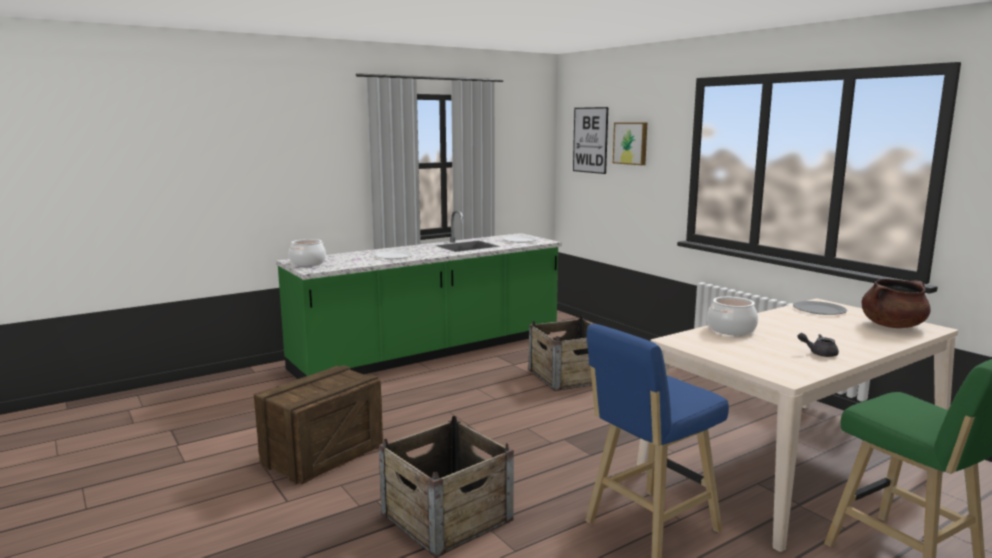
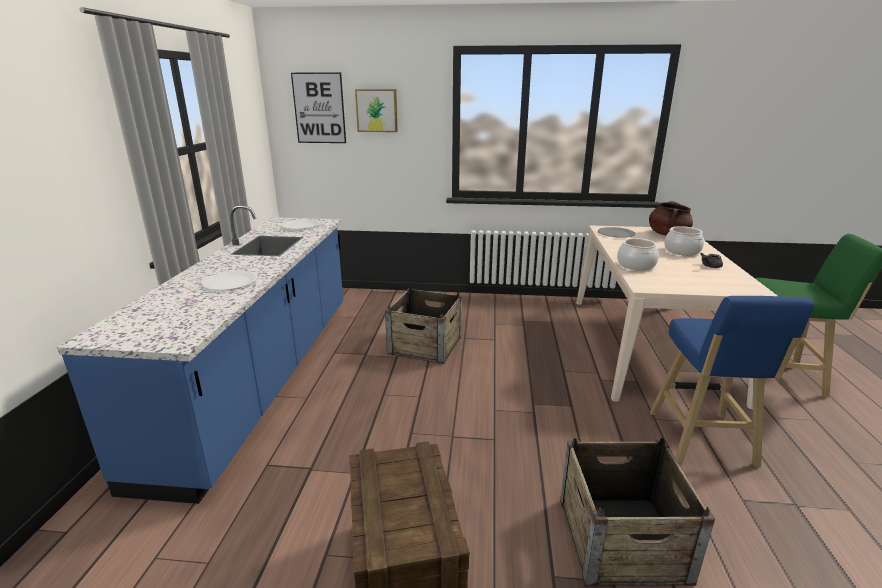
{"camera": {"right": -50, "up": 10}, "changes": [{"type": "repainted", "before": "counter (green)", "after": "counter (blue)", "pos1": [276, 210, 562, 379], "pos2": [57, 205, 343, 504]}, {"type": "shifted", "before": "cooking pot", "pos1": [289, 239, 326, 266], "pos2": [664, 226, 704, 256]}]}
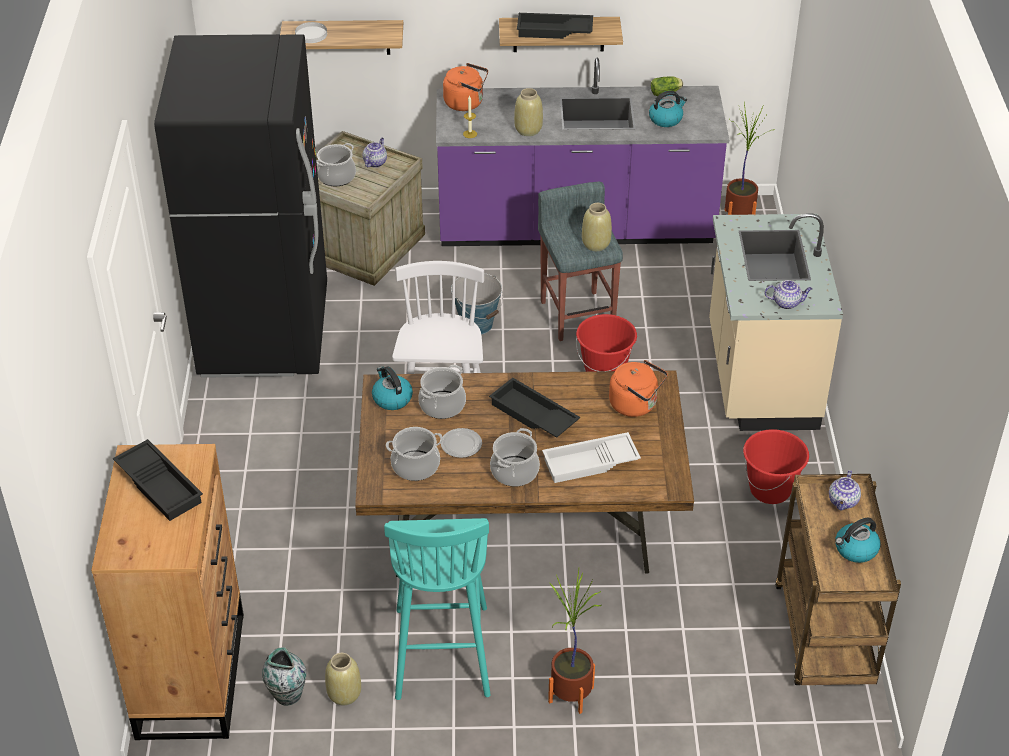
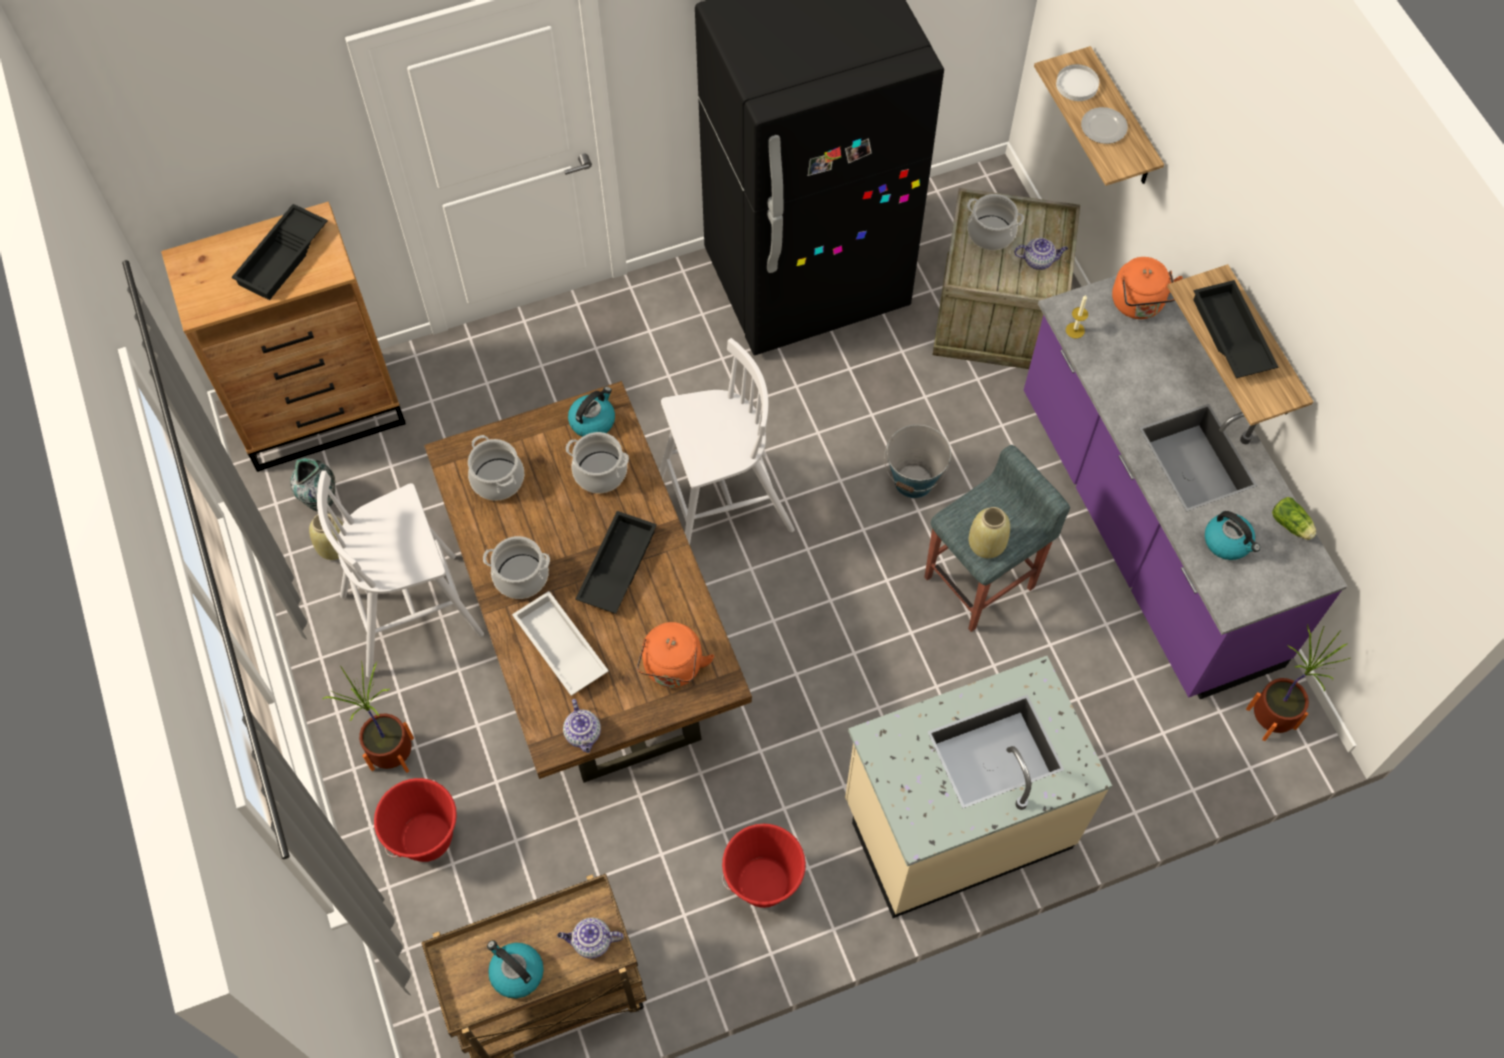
{"camera": {"right": 70, "up": 20}, "changes": [{"type": "repainted", "before": "stool (turquoise)", "after": "stool (white)", "pos1": [384, 518, 491, 700], "pos2": [317, 471, 484, 678]}, {"type": "shifted", "before": "plate", "pos1": [441, 428, 482, 458], "pos2": [1081, 107, 1128, 144]}, {"type": "gone", "before": "vase (beige)", "pos1": [514, 88, 543, 136]}, {"type": "shifted", "before": "bucket (red)", "pos1": [576, 314, 637, 372], "pos2": [374, 778, 457, 862]}, {"type": "shifted", "before": "teapot", "pos1": [764, 280, 813, 309], "pos2": [563, 699, 601, 753]}]}
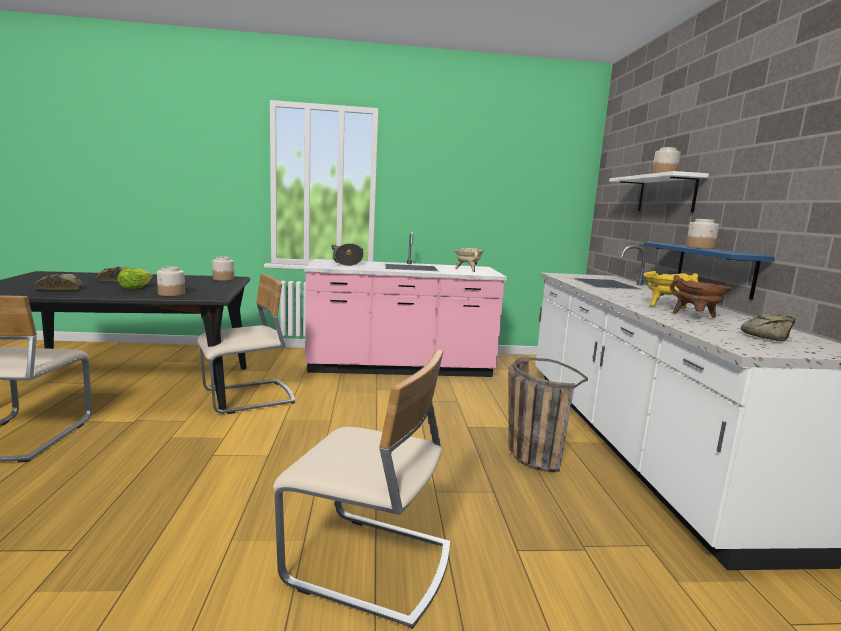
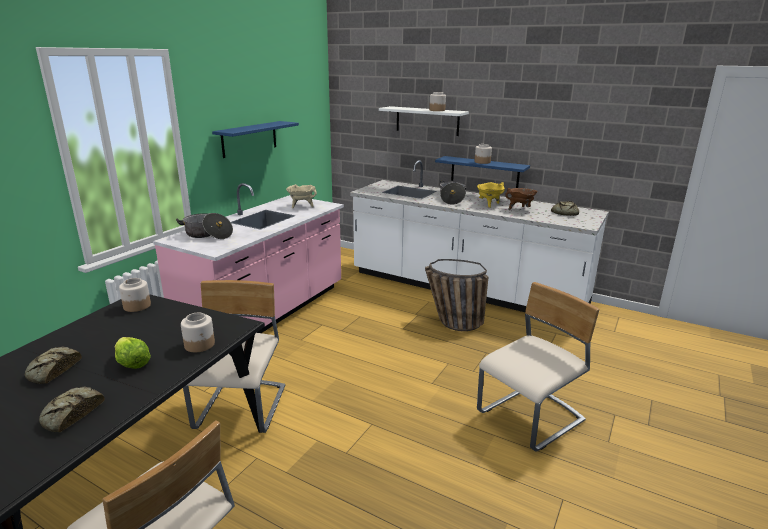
{"camera": {"right": -55, "up": 10}, "changes": [{"type": "new", "after": "shelf (blue)", "pos2": [212, 121, 299, 158]}, {"type": "new", "after": "cooking pot", "pos2": [440, 181, 466, 205]}]}
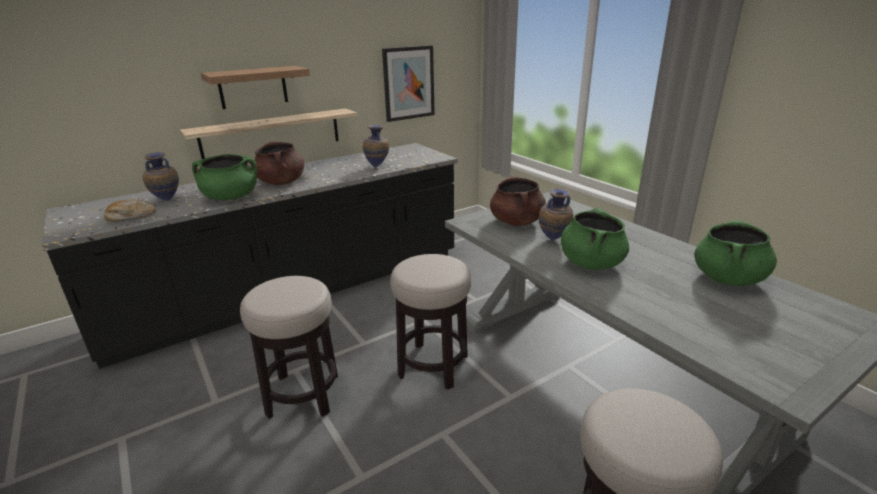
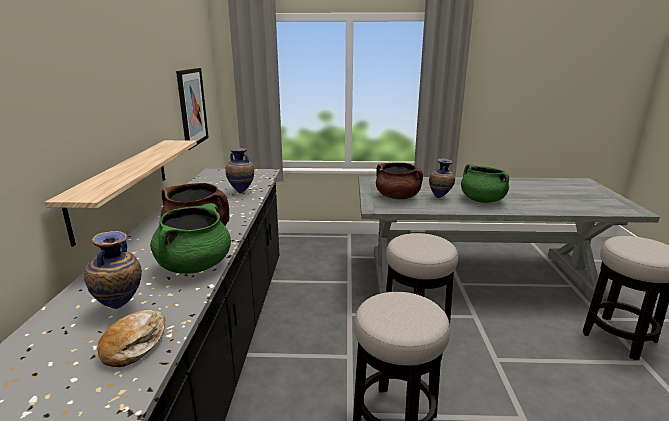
{"camera": {"right": -55, "up": -5}, "changes": [{"type": "gone", "before": "shelf", "pos1": [201, 66, 310, 109]}, {"type": "gone", "before": "cooking pot (green)", "pos1": [694, 220, 777, 286]}]}
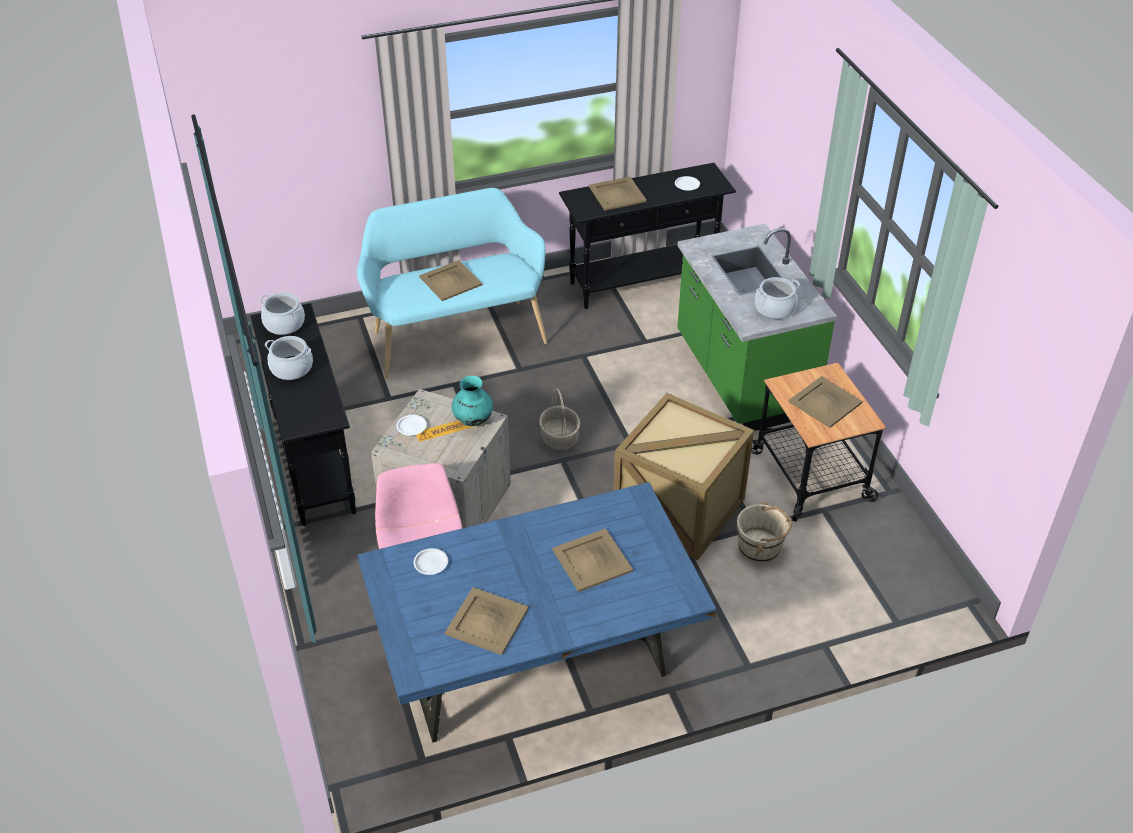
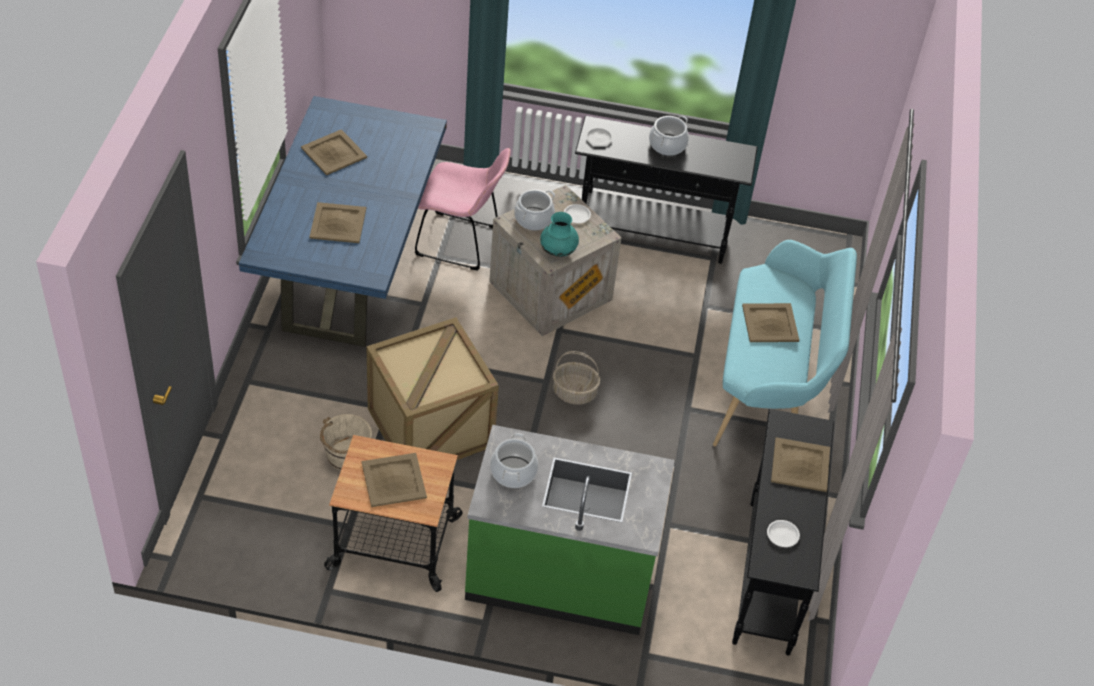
{"camera": {"right": 115, "up": 5}, "changes": [{"type": "shifted", "before": "cooking pot", "pos1": [259, 293, 305, 335], "pos2": [514, 190, 555, 230]}, {"type": "shifted", "before": "plate (white)", "pos1": [414, 548, 448, 575], "pos2": [586, 128, 613, 146]}]}
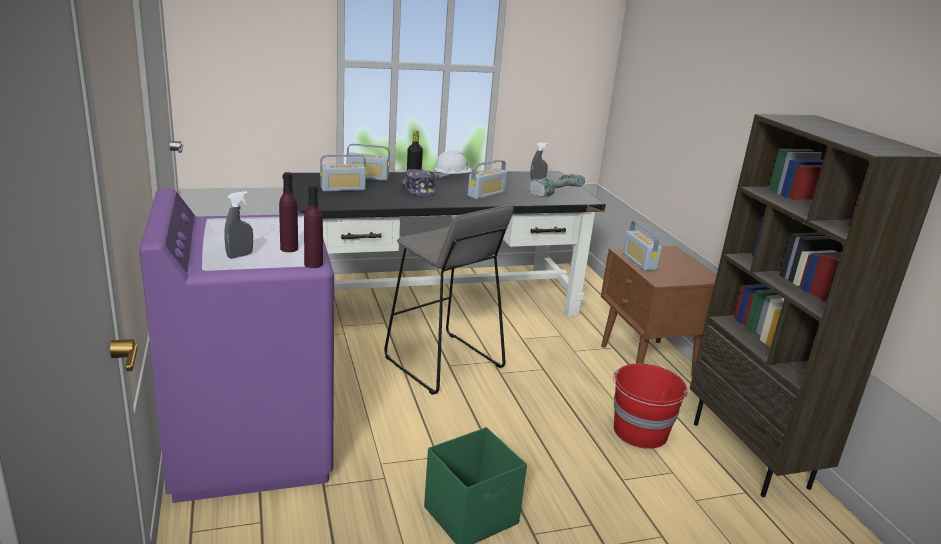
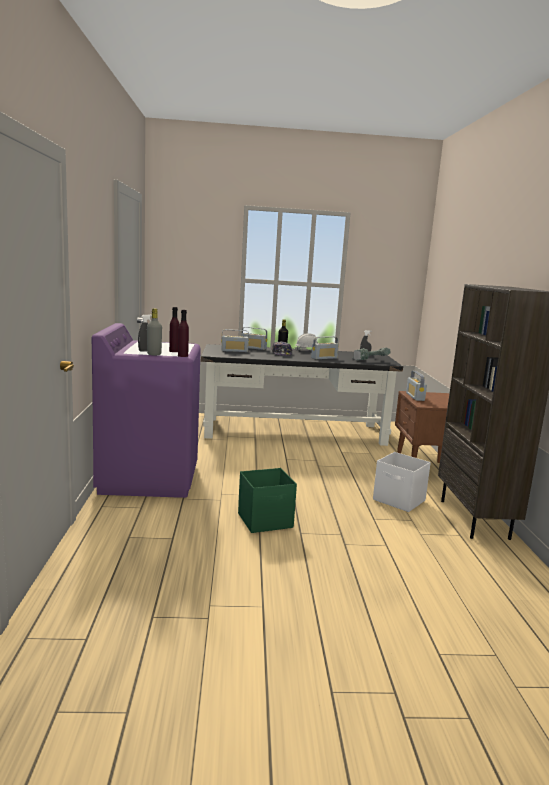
{"camera": {"right": 15, "up": -10}, "changes": [{"type": "gone", "before": "stool (grey)", "pos1": [384, 205, 514, 395]}, {"type": "swapped", "before": "bucket (red)", "after": "storage box (white)", "pos1": [613, 363, 688, 449], "pos2": [373, 452, 431, 512]}, {"type": "new", "after": "bottle (grey)", "pos2": [147, 308, 162, 356]}]}
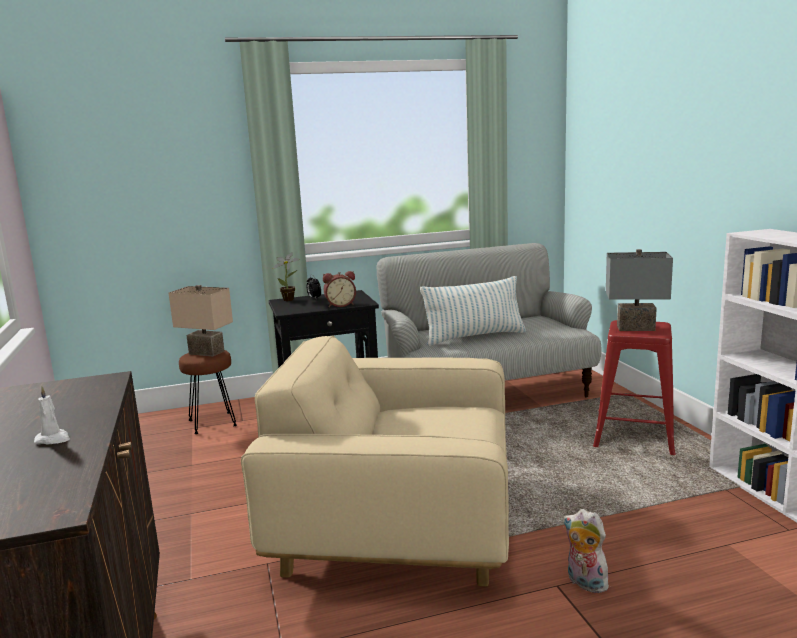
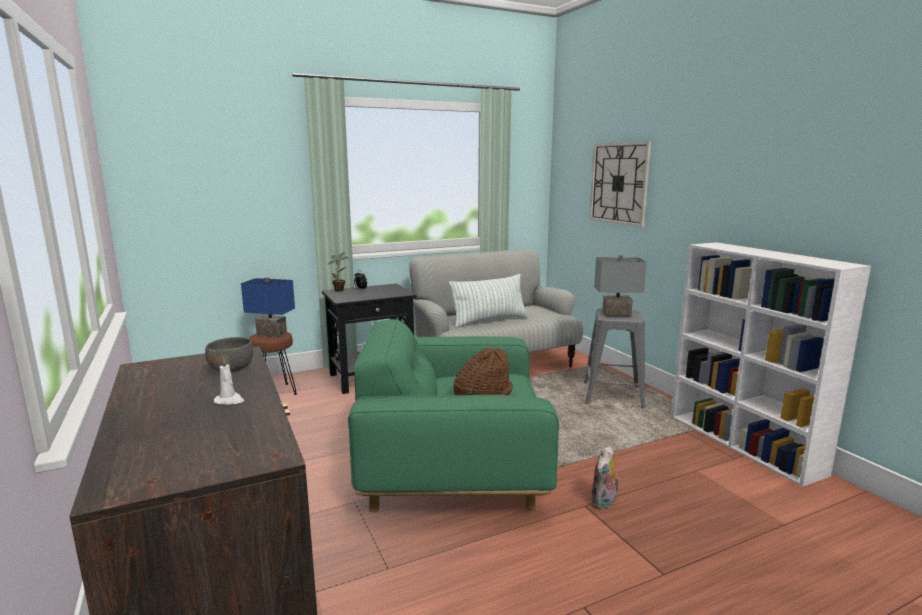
{"camera": {"right": -10, "up": 0}, "changes": [{"type": "repainted", "before": "table lamp (beige)", "after": "table lamp (blue)", "pos1": [169, 285, 233, 357], "pos2": [241, 277, 295, 337]}, {"type": "repainted", "before": "armchair (beige)", "after": "armchair (green)", "pos1": [241, 336, 509, 586], "pos2": [348, 319, 559, 512]}, {"type": "gone", "before": "alarm clock", "pos1": [323, 271, 356, 307]}, {"type": "rotated", "before": "plush toy", "pos1": [563, 509, 609, 593], "pos2": [590, 445, 621, 510], "turn": -90}, {"type": "repainted", "before": "stool (red)", "after": "stool (grey)", "pos1": [593, 320, 676, 455], "pos2": [584, 308, 645, 408]}, {"type": "new", "after": "bowl (grey)", "pos2": [205, 337, 253, 372]}, {"type": "new", "after": "hat (brown)", "pos2": [454, 348, 513, 395]}, {"type": "new", "after": "wall clock", "pos2": [589, 141, 651, 227]}]}
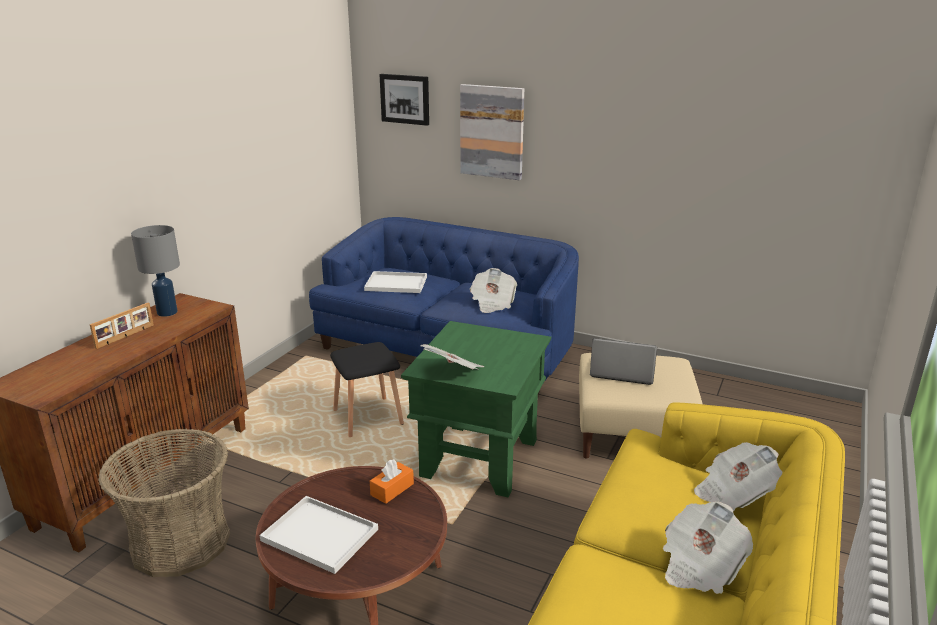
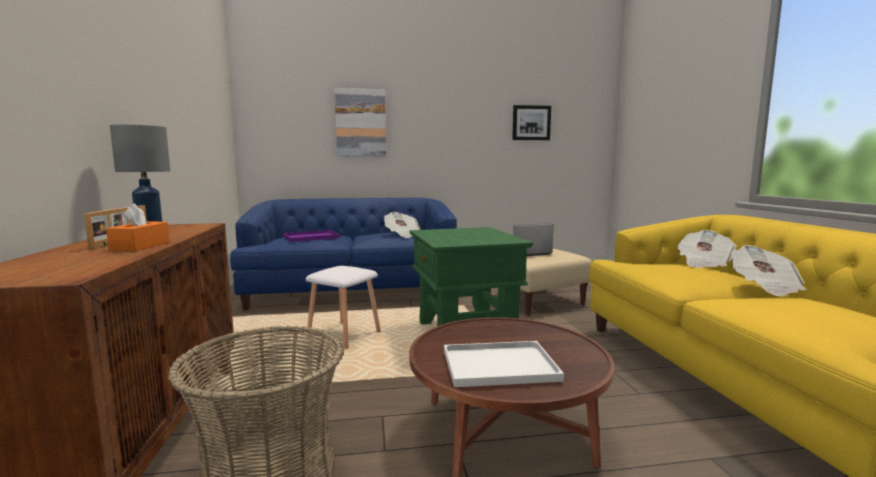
{"camera": {"right": -35, "up": -15}, "changes": [{"type": "repainted", "before": "stool (black)", "after": "stool (white)", "pos1": [330, 342, 404, 437], "pos2": [306, 266, 381, 349]}, {"type": "repainted", "before": "tray (white)", "after": "tray (purple)", "pos1": [364, 271, 427, 293], "pos2": [283, 230, 340, 242]}, {"type": "shifted", "before": "tissue box (orange)", "pos1": [370, 459, 414, 504], "pos2": [106, 204, 169, 251]}, {"type": "shifted", "before": "picture", "pos1": [379, 74, 429, 126], "pos2": [512, 105, 551, 140]}, {"type": "gone", "before": "newspaper", "pos1": [420, 344, 485, 370]}]}
